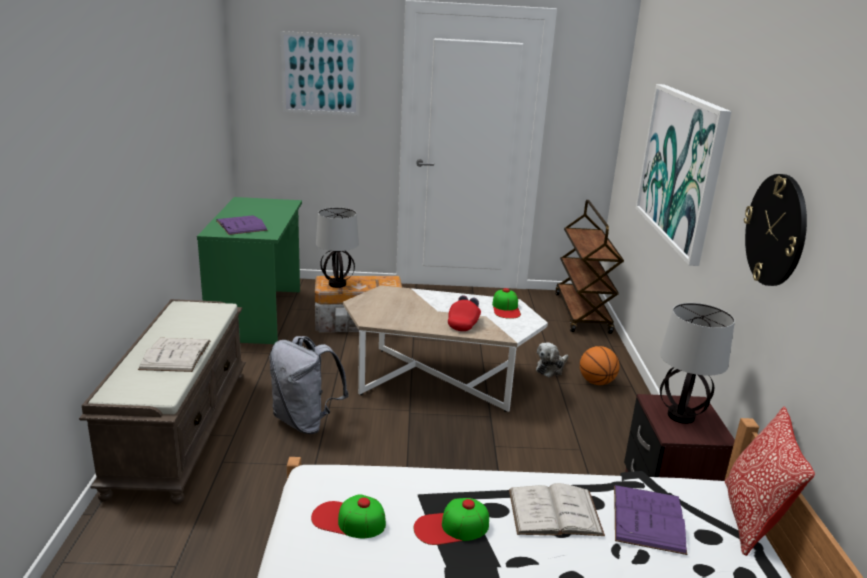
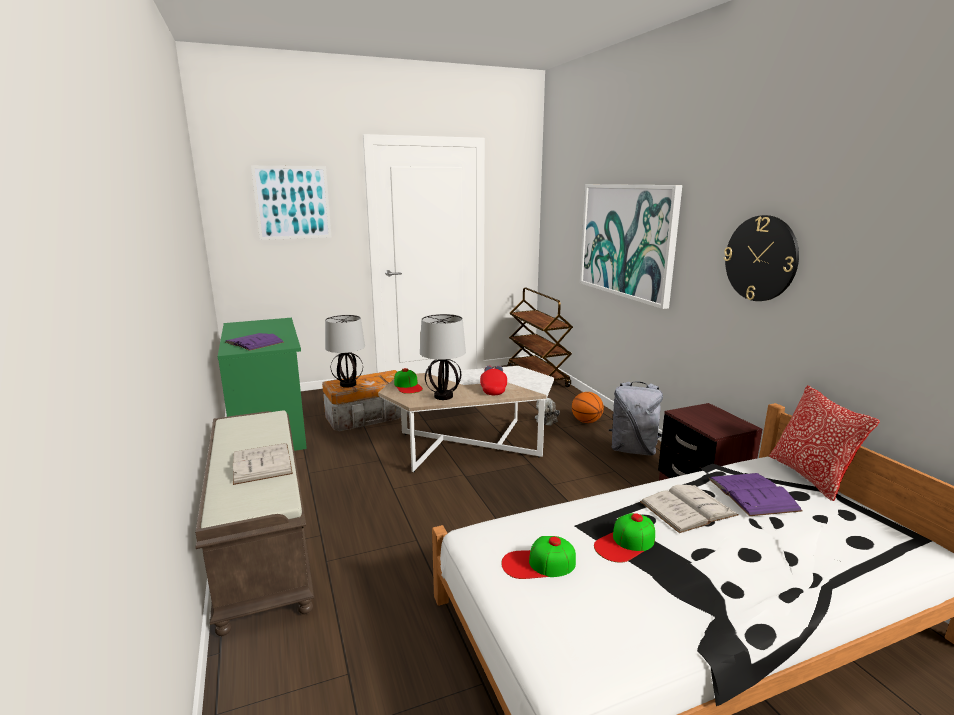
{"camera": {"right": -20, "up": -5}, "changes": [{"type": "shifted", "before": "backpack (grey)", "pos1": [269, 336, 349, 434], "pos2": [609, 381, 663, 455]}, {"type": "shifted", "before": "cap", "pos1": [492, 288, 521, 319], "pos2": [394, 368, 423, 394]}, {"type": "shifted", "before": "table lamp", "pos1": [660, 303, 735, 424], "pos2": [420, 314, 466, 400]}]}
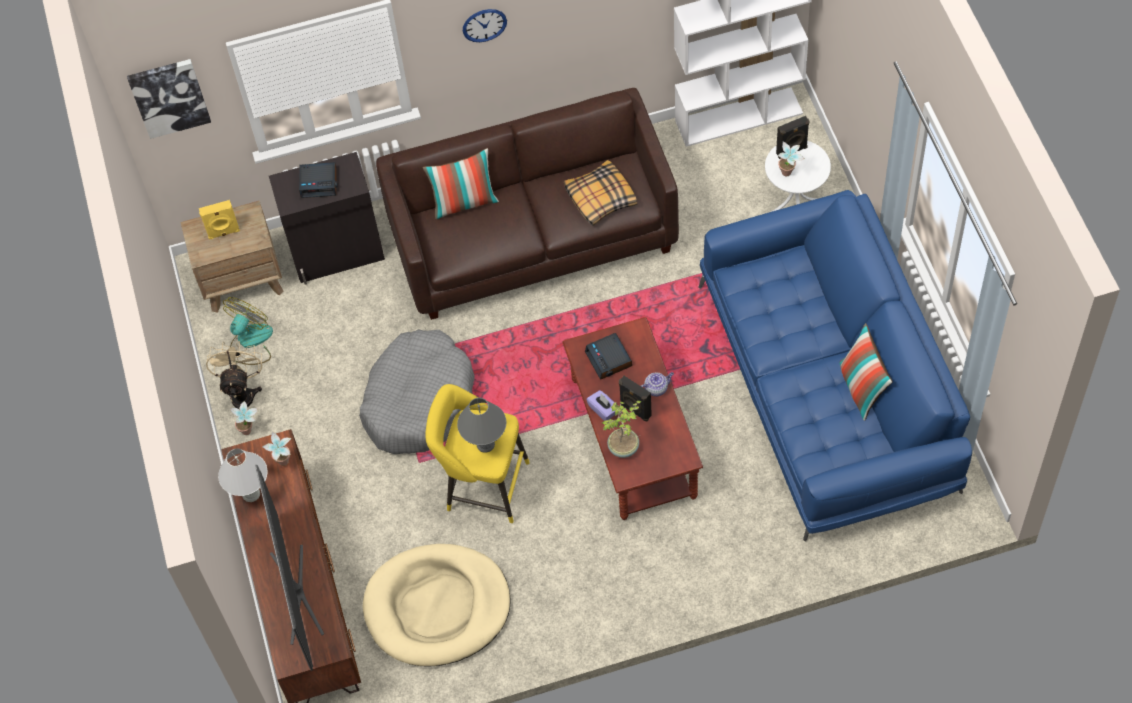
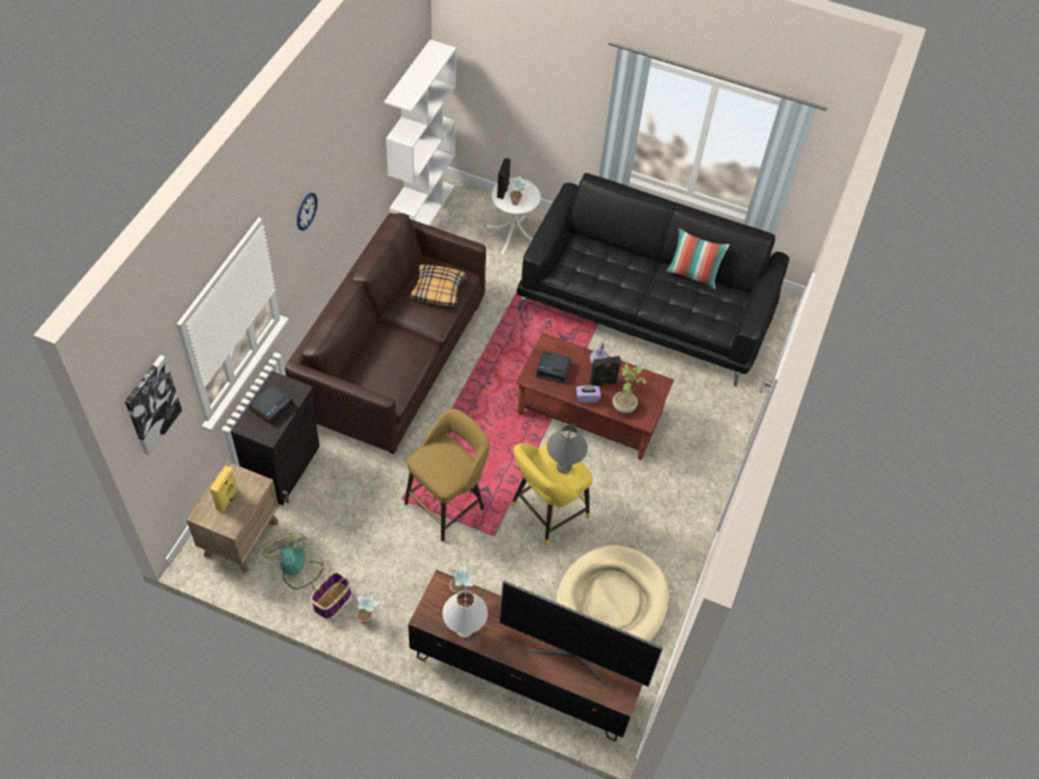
{"camera": {"right": -60, "up": -5}, "changes": [{"type": "swapped", "before": "fan (beige)", "after": "basket", "pos1": [206, 341, 262, 410], "pos2": [310, 564, 351, 618]}, {"type": "swapped", "before": "dog bed (grey)", "after": "stool (yellow)", "pos1": [359, 330, 475, 454], "pos2": [404, 409, 490, 542]}, {"type": "gone", "before": "pillow", "pos1": [423, 148, 499, 219]}, {"type": "repainted", "before": "sofa (blue)", "after": "sofa (black)", "pos1": [698, 190, 972, 542], "pos2": [517, 173, 790, 387]}]}
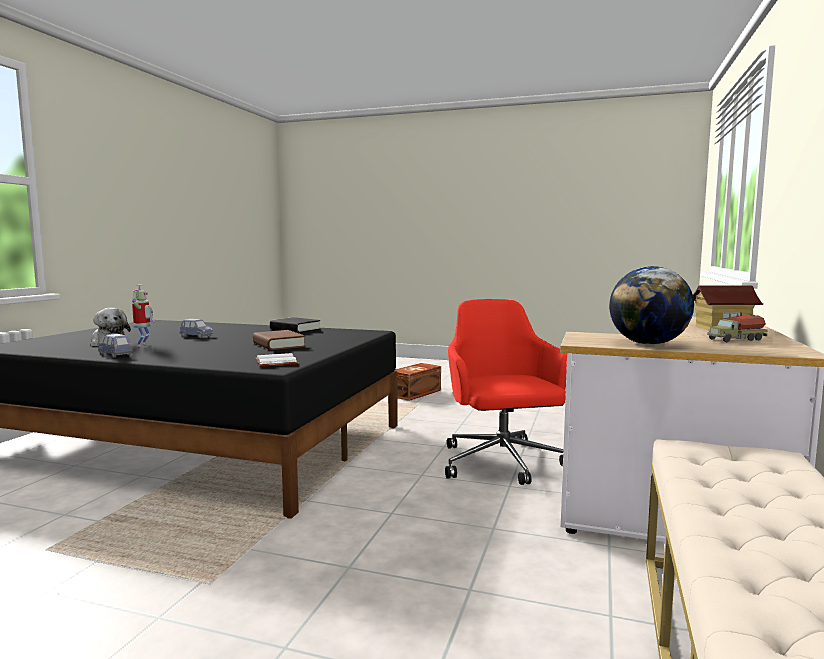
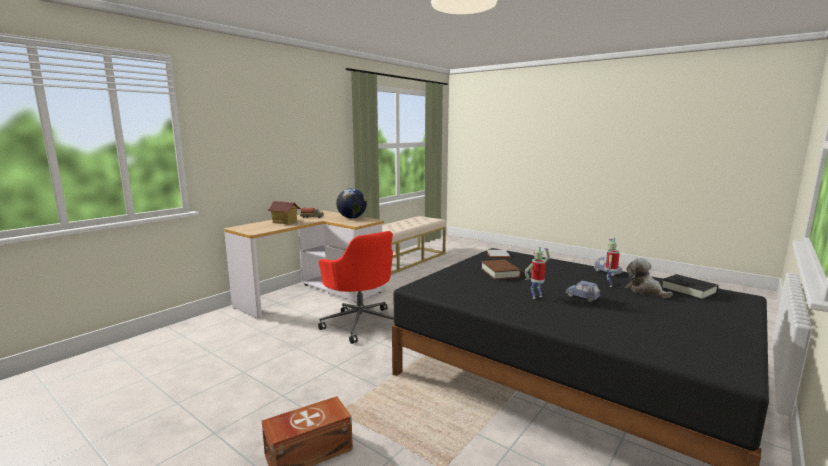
{"camera": {"right": -160, "up": 5}, "changes": [{"type": "shifted", "before": "book (black)", "pos1": [270, 317, 321, 333], "pos2": [662, 274, 719, 300]}, {"type": "rotated", "before": "office chair (red)", "pos1": [445, 299, 567, 485], "pos2": [318, 231, 395, 344], "turn": -45}, {"type": "new", "after": "toy robot", "pos2": [525, 246, 550, 299]}]}
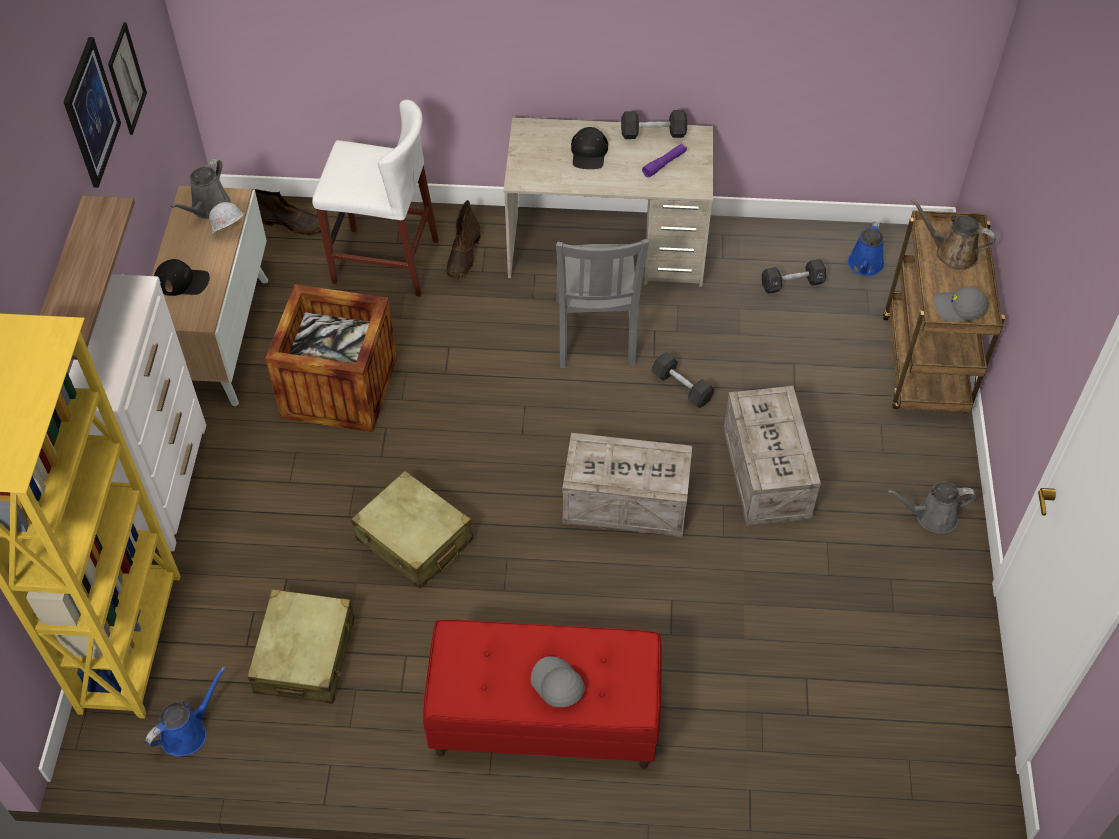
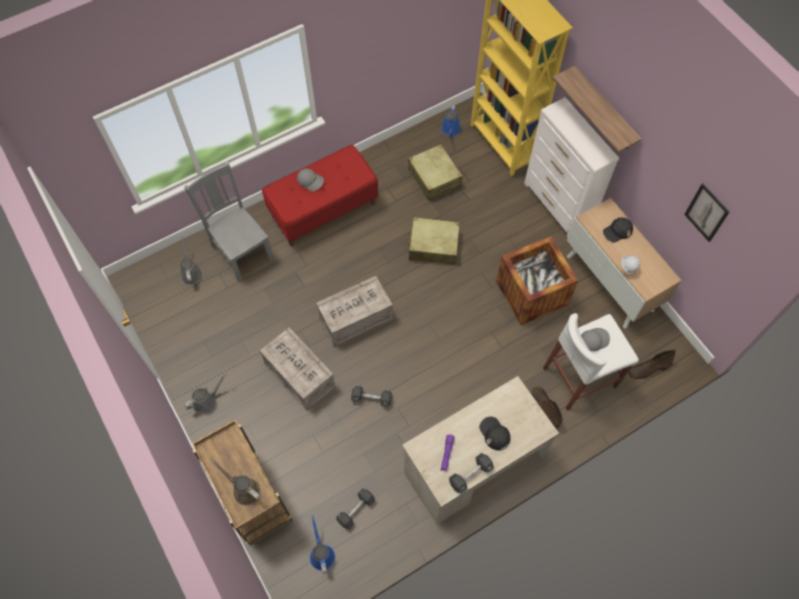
{"camera": {"right": 145, "up": 10}, "changes": [{"type": "gone", "before": "picture", "pos1": [64, 37, 121, 188]}, {"type": "shifted", "before": "watering can (grey)", "pos1": [171, 159, 231, 219], "pos2": [180, 235, 202, 285]}, {"type": "shifted", "before": "chair (grey)", "pos1": [556, 239, 649, 368], "pos2": [184, 161, 274, 282]}, {"type": "rotated", "before": "watering can (brown)", "pos1": [911, 198, 996, 270], "pos2": [211, 459, 261, 505], "turn": -135}, {"type": "shifted", "before": "cap (grey)", "pos1": [934, 286, 989, 322], "pos2": [581, 328, 610, 351]}]}
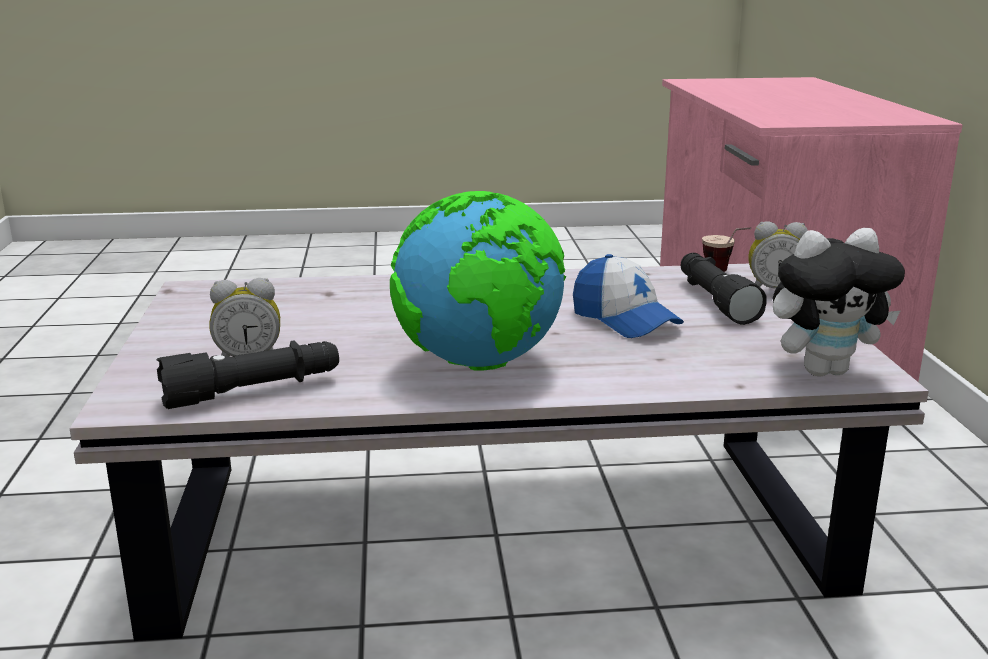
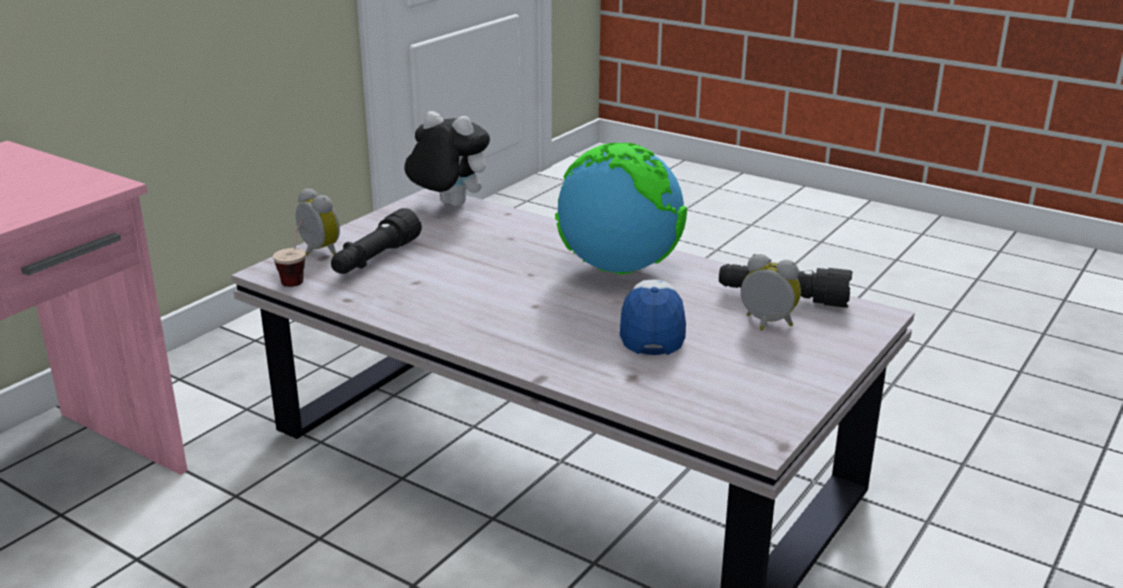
{"camera": {"right": -140, "up": 5}, "changes": [{"type": "shifted", "before": "cap", "pos1": [573, 254, 684, 338], "pos2": [620, 280, 686, 355]}]}
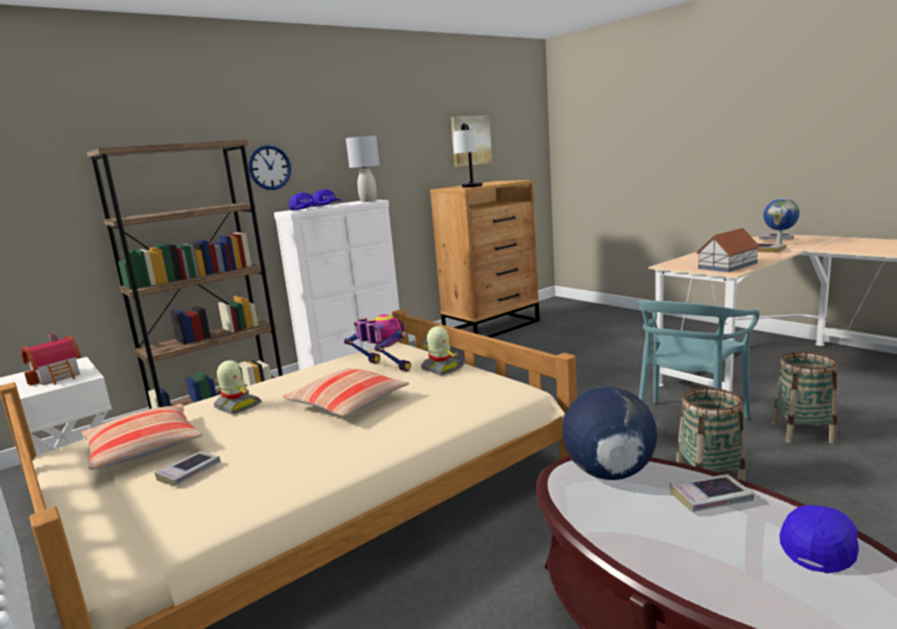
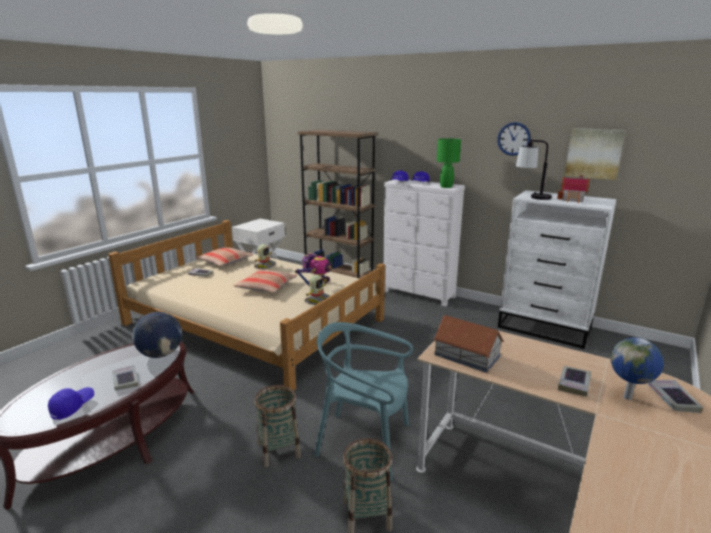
{"camera": {"right": 70, "up": 5}, "changes": [{"type": "shifted", "before": "toy house", "pos1": [21, 334, 81, 386], "pos2": [557, 175, 589, 203]}, {"type": "shifted", "before": "wall clock", "pos1": [249, 145, 291, 190], "pos2": [497, 122, 531, 156]}, {"type": "repainted", "before": "table lamp (grey)", "after": "table lamp (green)", "pos1": [346, 136, 379, 202], "pos2": [437, 138, 461, 188]}, {"type": "repainted", "before": "dresser (brown)", "after": "dresser (white)", "pos1": [430, 180, 540, 338], "pos2": [498, 190, 616, 349]}, {"type": "rotated", "before": "cap (blue)", "pos1": [779, 505, 859, 573], "pos2": [48, 387, 94, 420], "turn": -90}]}
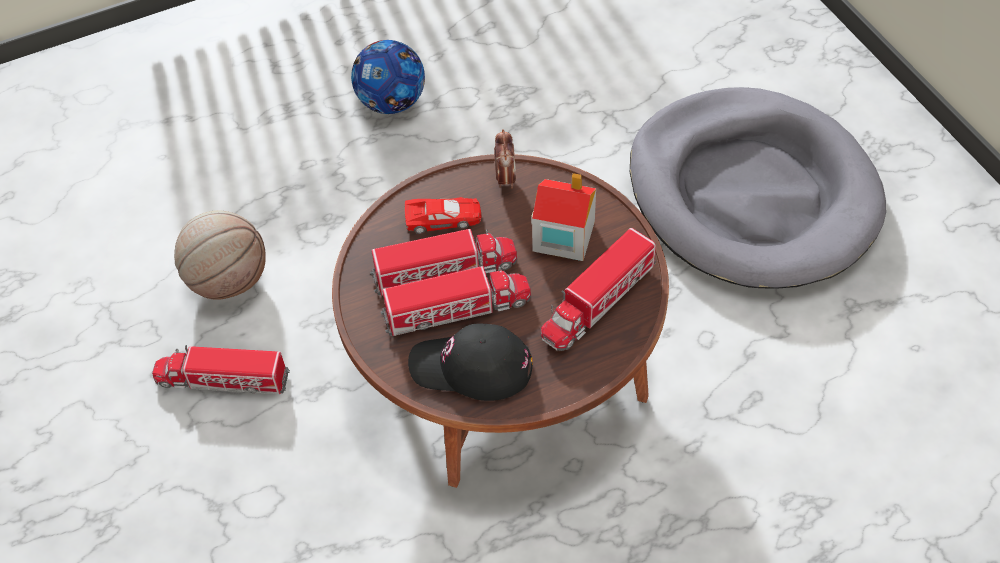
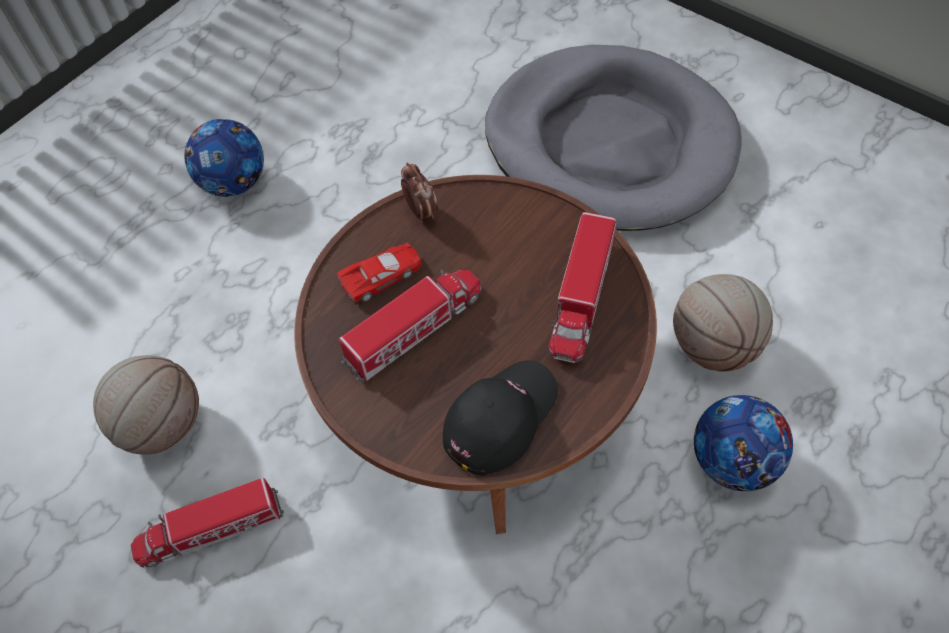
{"camera": {"right": -25, "up": 5}, "changes": [{"type": "gone", "before": "toy truck", "pos1": [381, 266, 531, 336]}, {"type": "rotated", "before": "cap (black)", "pos1": [408, 324, 533, 401], "pos2": [443, 360, 558, 476], "turn": 150}, {"type": "gone", "before": "toy house", "pos1": [531, 173, 596, 261]}, {"type": "new", "after": "basketball", "pos2": [673, 274, 773, 372]}, {"type": "new", "after": "football", "pos2": [694, 395, 793, 491]}]}
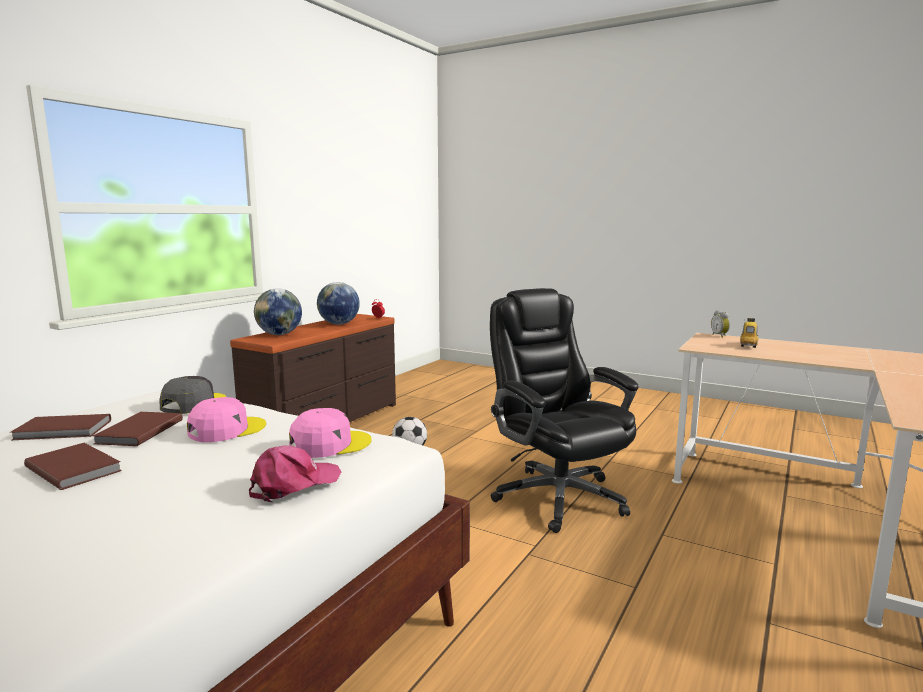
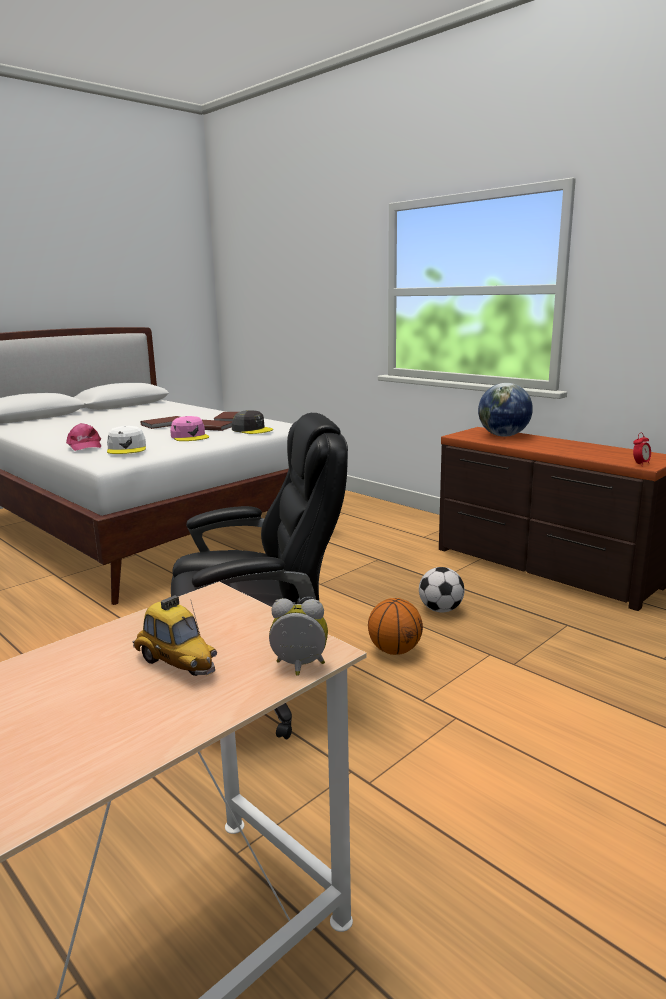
{"camera": {"right": 105, "up": 5}, "changes": [{"type": "repainted", "before": "cap (pink)", "after": "cap (white)", "pos1": [289, 408, 372, 458], "pos2": [107, 426, 146, 454]}, {"type": "gone", "before": "globe", "pos1": [317, 282, 360, 325]}, {"type": "new", "after": "basketball", "pos2": [368, 598, 423, 655]}]}
